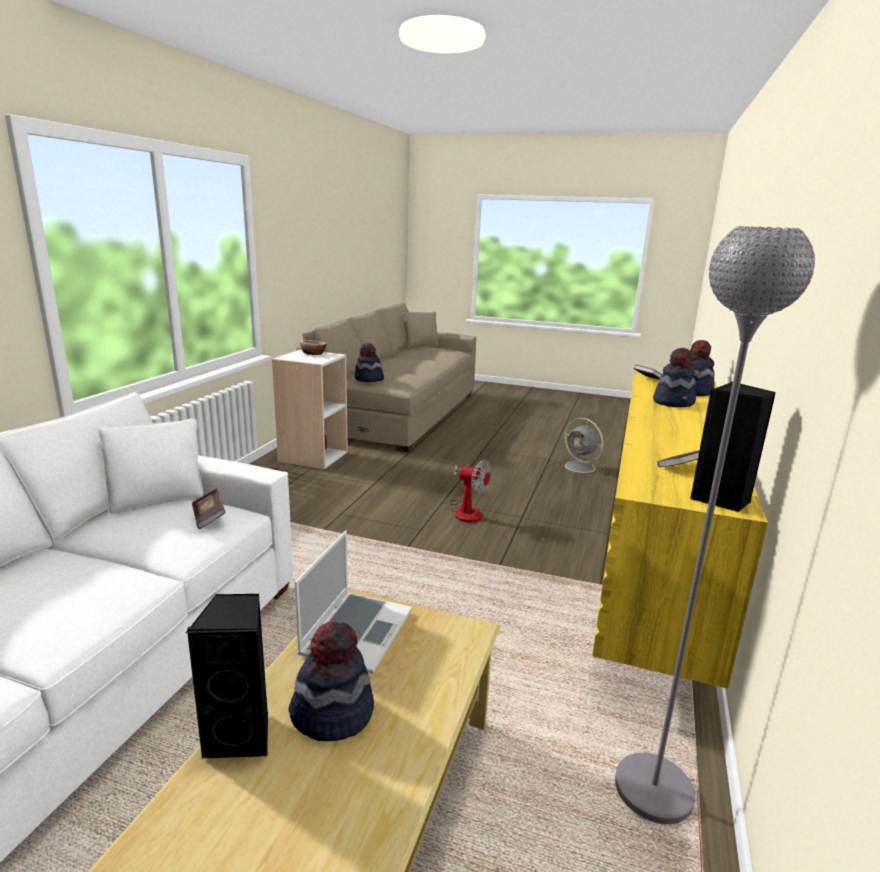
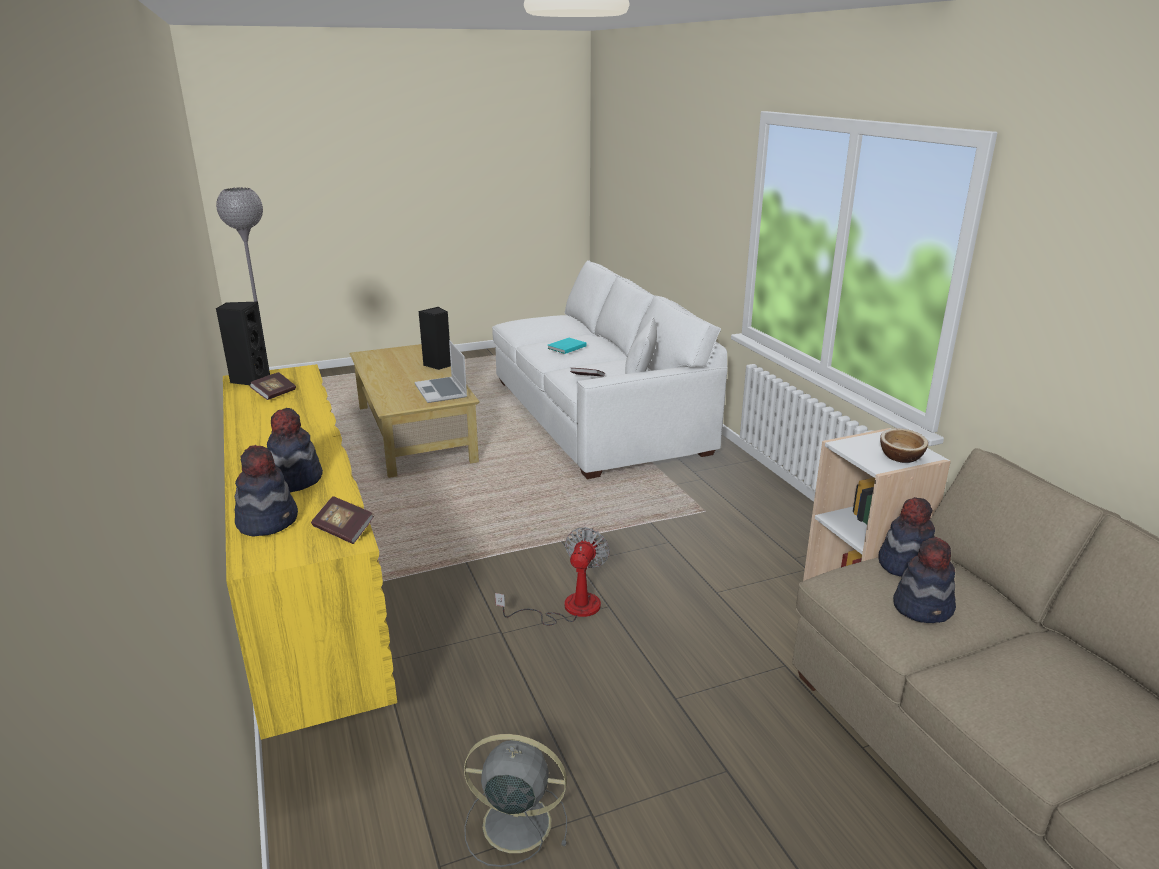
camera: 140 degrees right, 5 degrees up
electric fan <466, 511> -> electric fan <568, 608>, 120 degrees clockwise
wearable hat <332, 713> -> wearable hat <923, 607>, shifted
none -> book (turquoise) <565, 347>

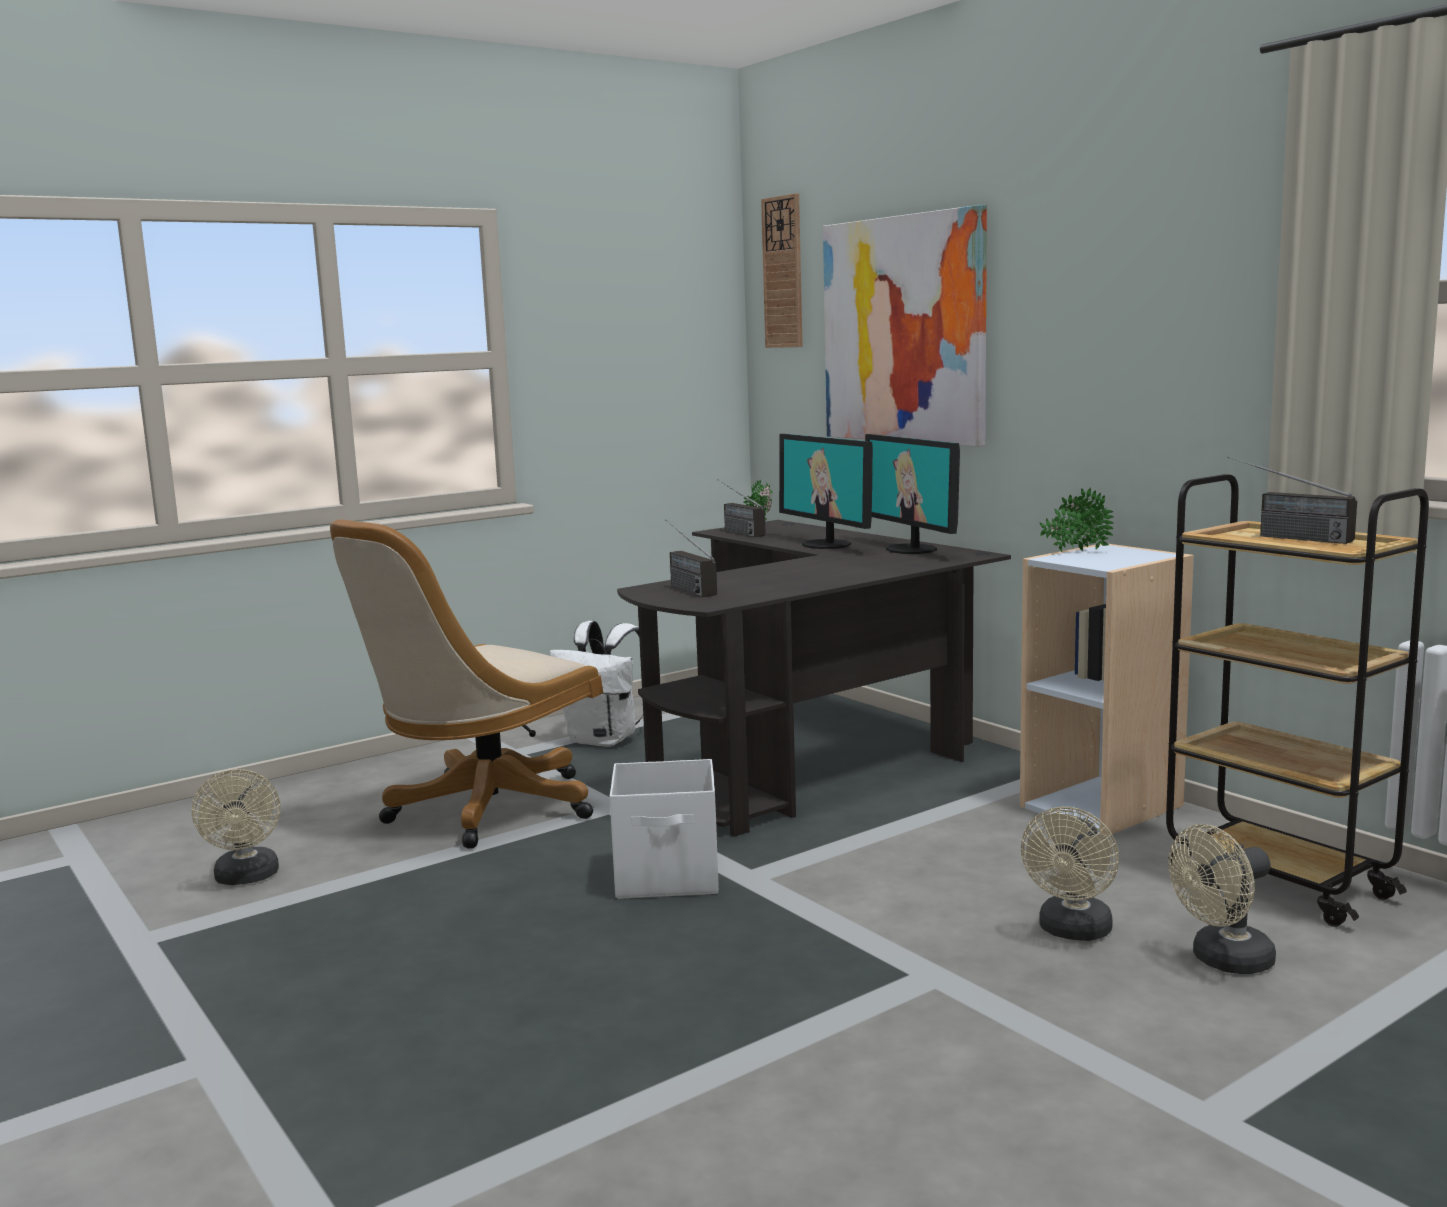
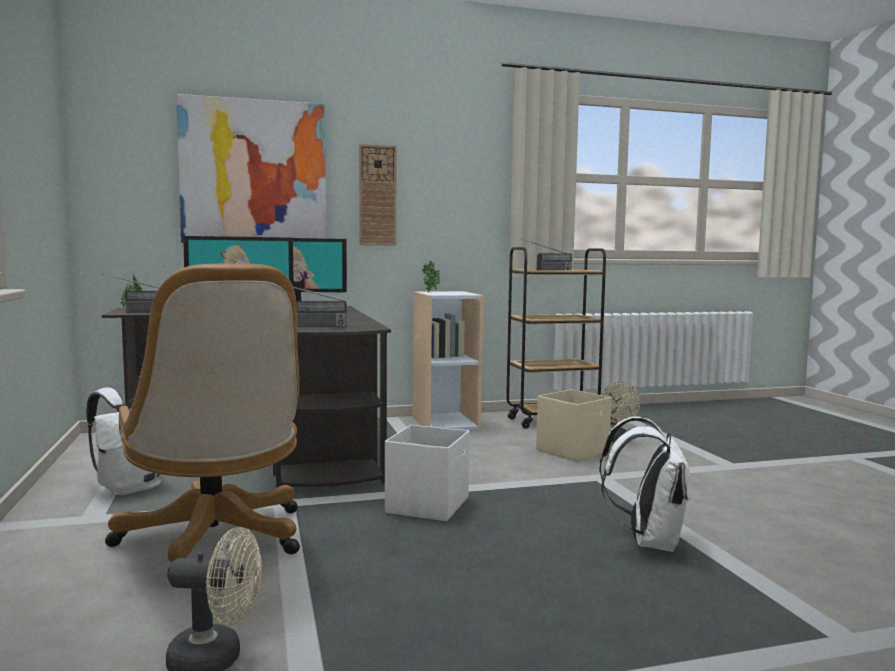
camera: 70 degrees left, 5 degrees down
wall clock <783, 272> -> wall clock <377, 195>, shifted
electric fan (beige) <1073, 932> -> storage box (beige) <573, 451>
none -> knapsack (white) <648, 541>

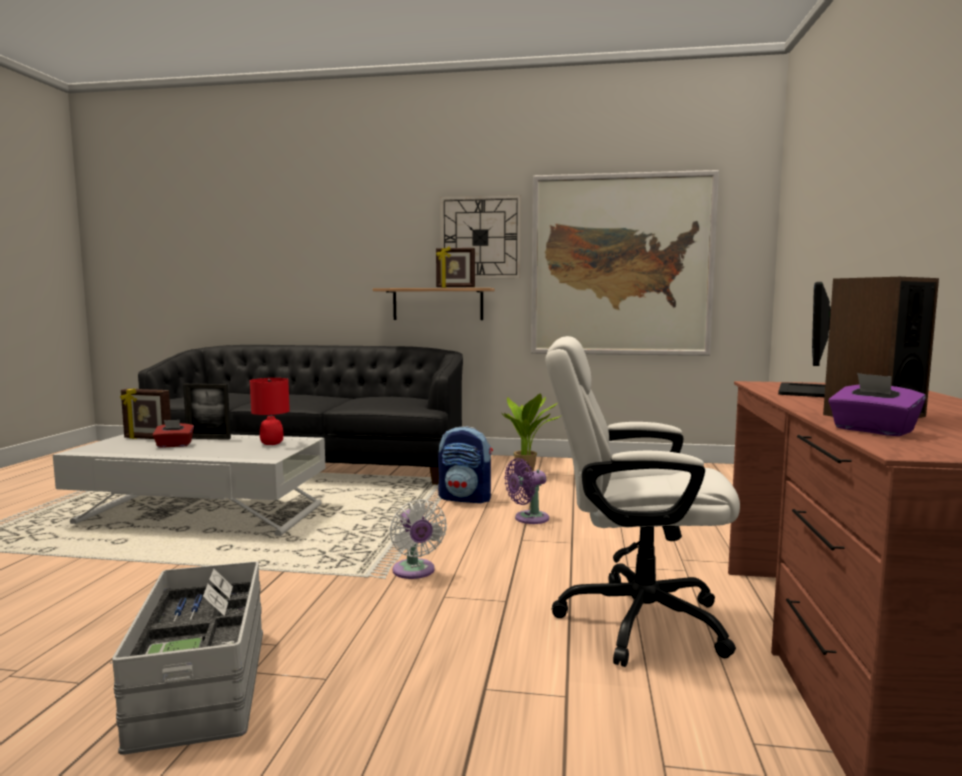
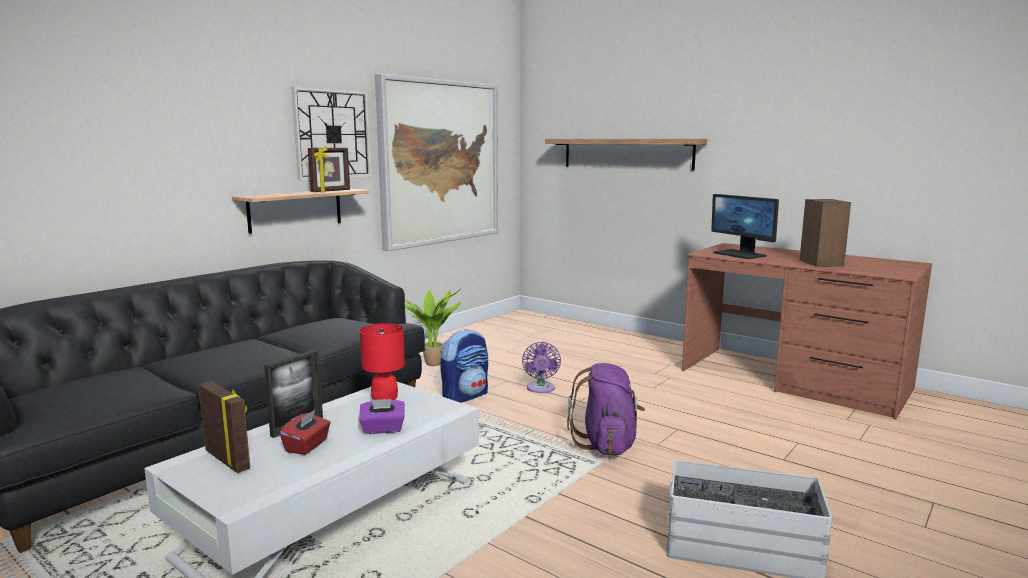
camera: 60 degrees left, 5 degrees up
desk chair (white) <632, 622> -> none
box of tissues (purplish) <872, 430> -> box of tissues (purplish) <383, 429>, shifted
standing frame <147, 438> -> standing frame <228, 459>, 90 degrees counterclockwise
electric fan (white) <415, 572> -> knapsack (purplish) <606, 445>
none -> shelf <626, 153>

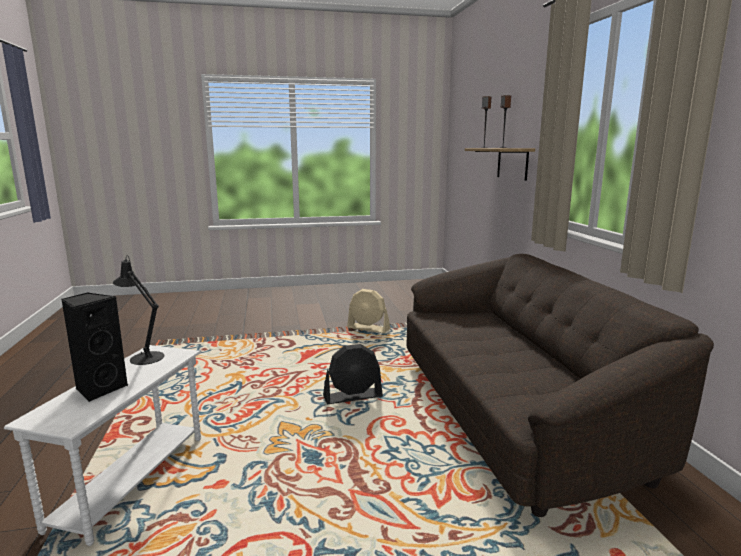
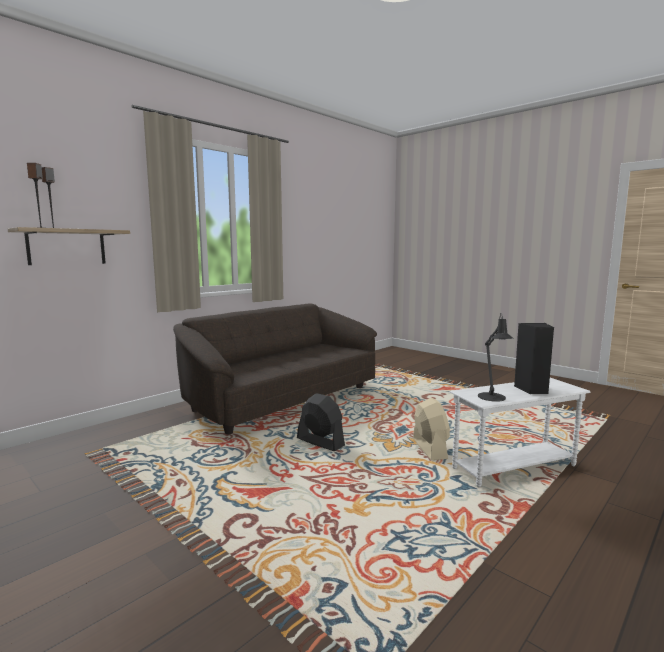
camera: 125 degrees left, 5 degrees down
electric fan (beige) <368, 328> -> electric fan (beige) <429, 448>, shifted

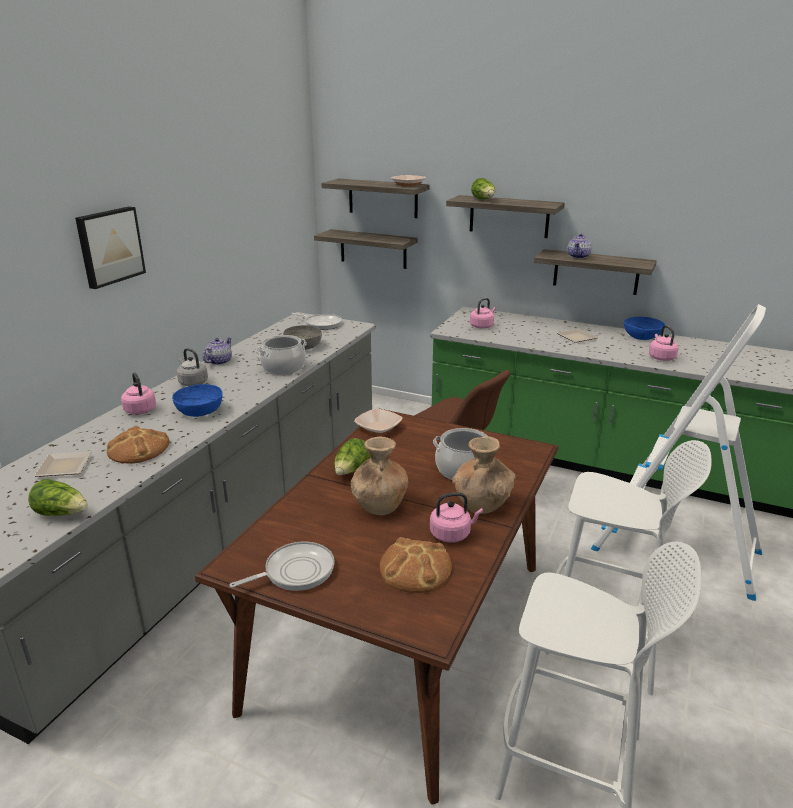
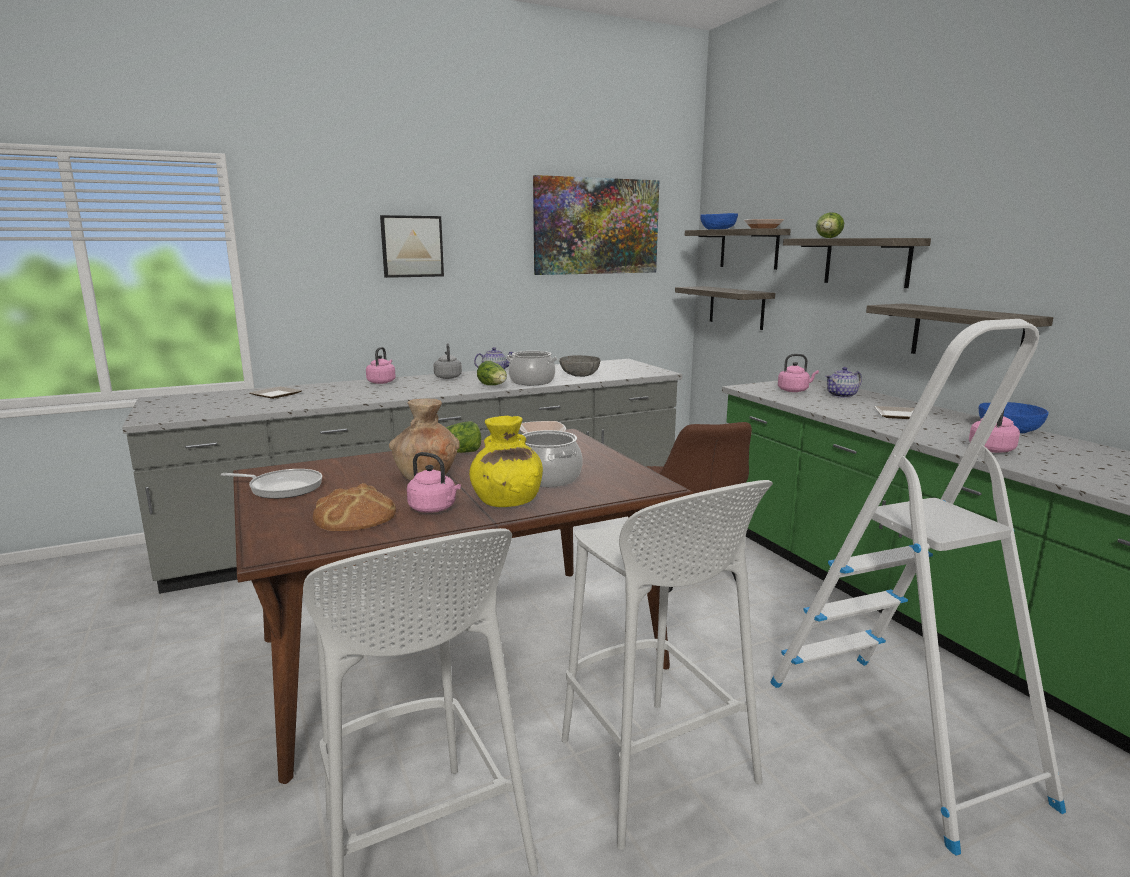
camera: 40 degrees right, 10 degrees down
tea pot <578, 256> -> tea pot <842, 395>, shifted
skillet <321, 324> -> none
deep dish (blue) <199, 411> -> deep dish (blue) <718, 229>, shifted
baked bread <138, 449> -> none
vase (brownish) <481, 504> -> vase (yellow-coloured) <506, 501>
lettuce <62, 513> -> lettuce <493, 386>, shifted
none -> picture <596, 226>

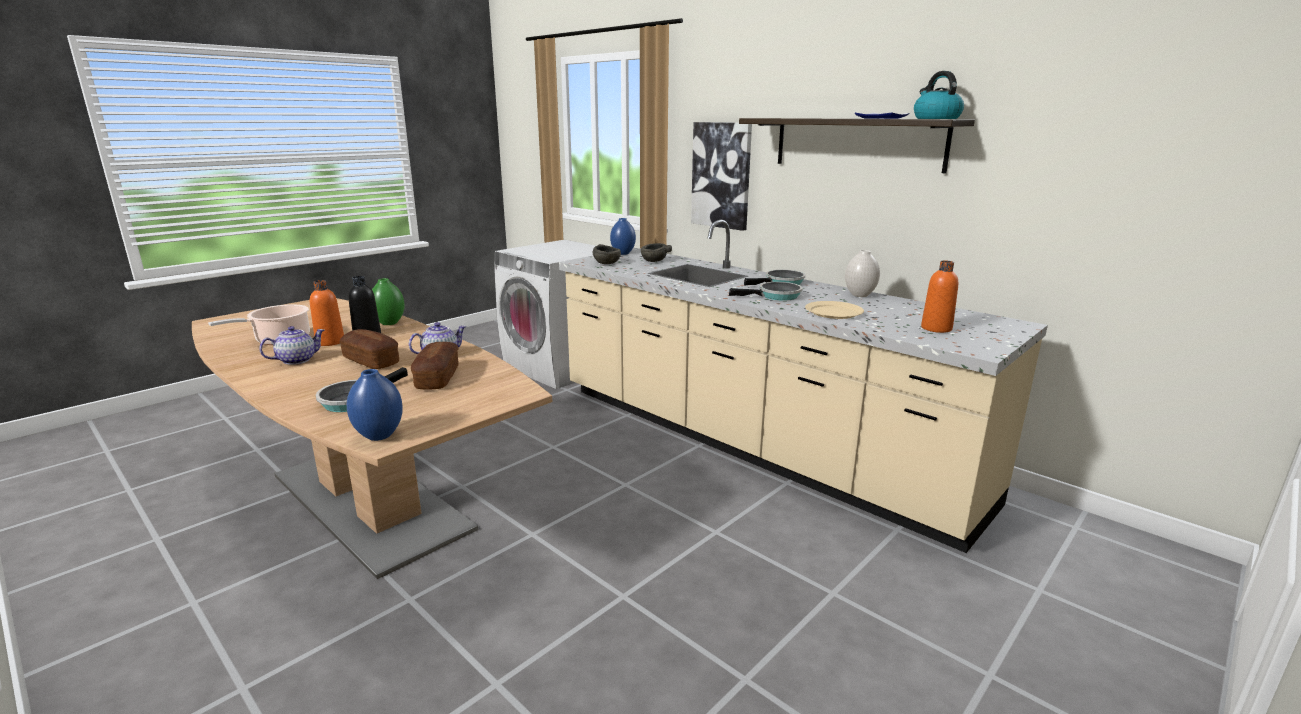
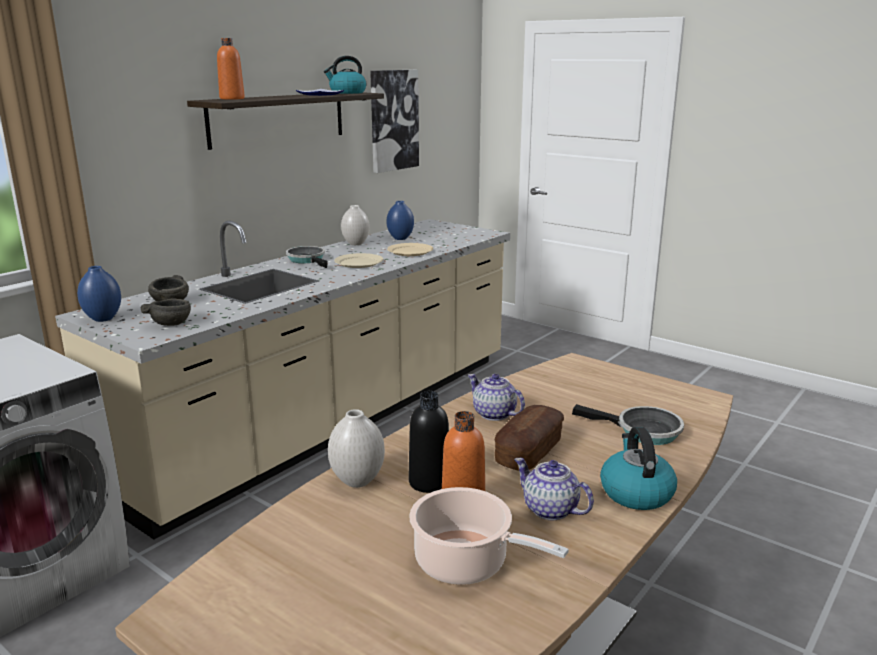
camera: 95 degrees left, 0 degrees up
picture <721, 175> -> picture <393, 120>, shifted
bottle (orange) <936, 328> -> bottle (orange) <232, 98>, shifted
vase (green-coloured) <389, 323> -> vase (white) <356, 481>
skillet <776, 296> -> dinner plate (beige) <359, 262>
baked bread <437, 378> -> none
vase (blue) <380, 436> -> vase (blue) <400, 238>, shifted
none -> tea kettle <635, 492>

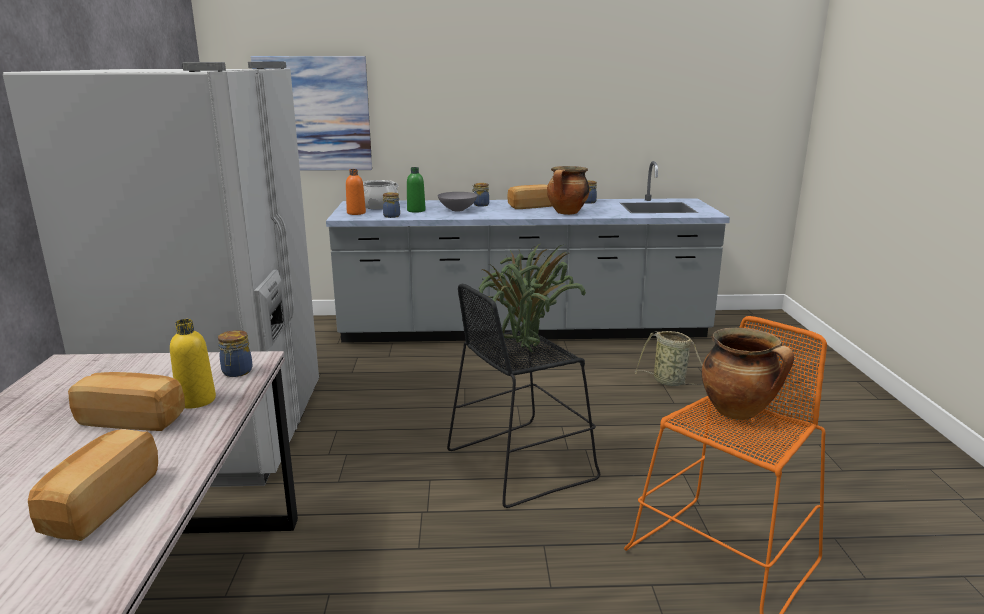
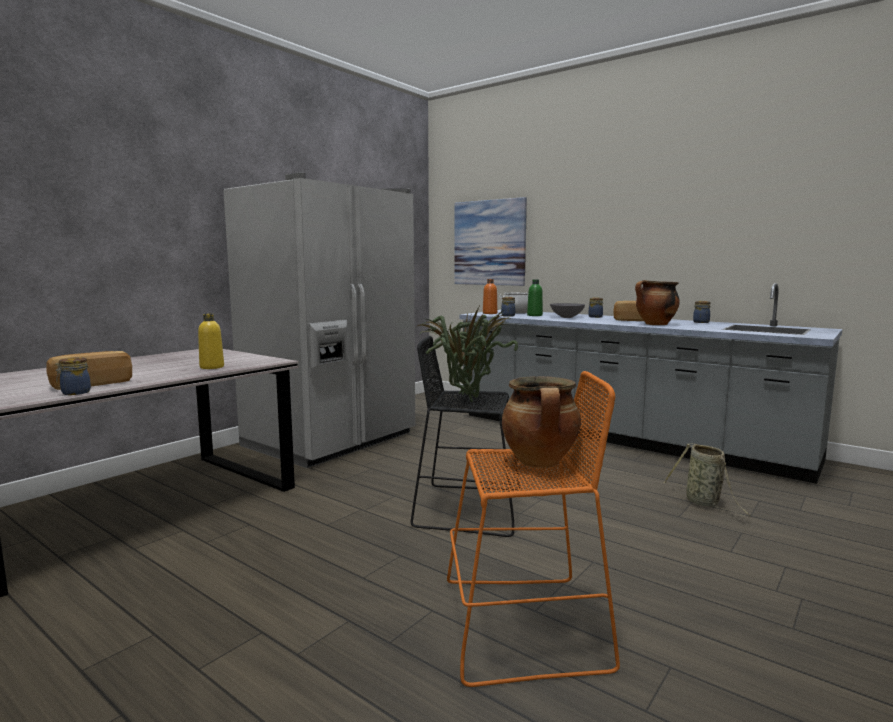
camera: 40 degrees right, 10 degrees down
jar <236, 372> -> jar <74, 393>, shifted
baked bread <133, 419> -> none

